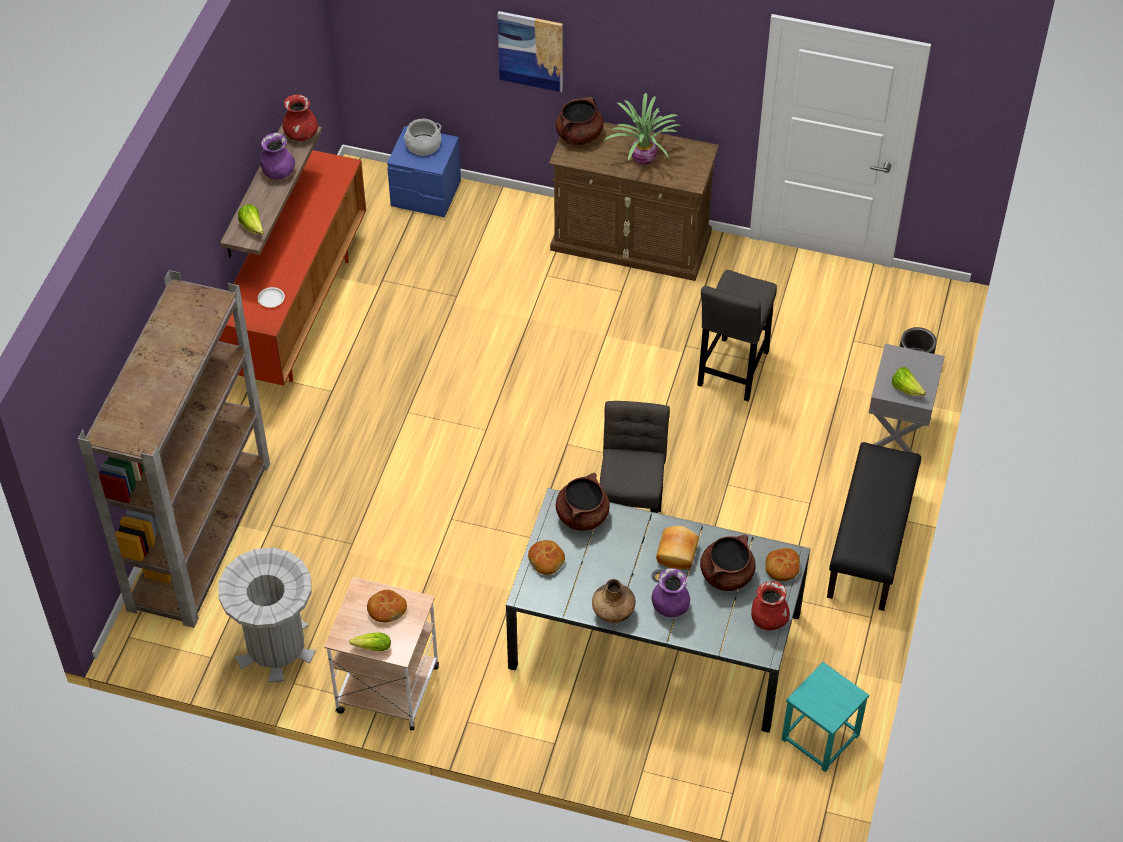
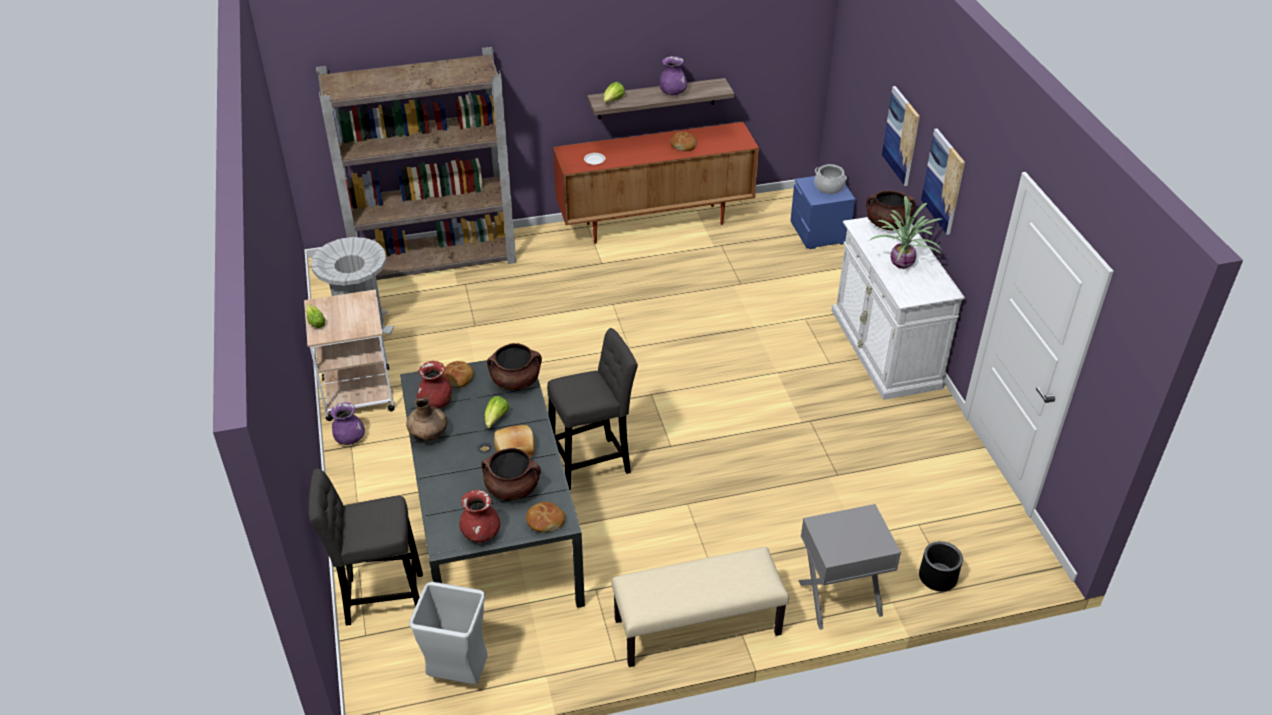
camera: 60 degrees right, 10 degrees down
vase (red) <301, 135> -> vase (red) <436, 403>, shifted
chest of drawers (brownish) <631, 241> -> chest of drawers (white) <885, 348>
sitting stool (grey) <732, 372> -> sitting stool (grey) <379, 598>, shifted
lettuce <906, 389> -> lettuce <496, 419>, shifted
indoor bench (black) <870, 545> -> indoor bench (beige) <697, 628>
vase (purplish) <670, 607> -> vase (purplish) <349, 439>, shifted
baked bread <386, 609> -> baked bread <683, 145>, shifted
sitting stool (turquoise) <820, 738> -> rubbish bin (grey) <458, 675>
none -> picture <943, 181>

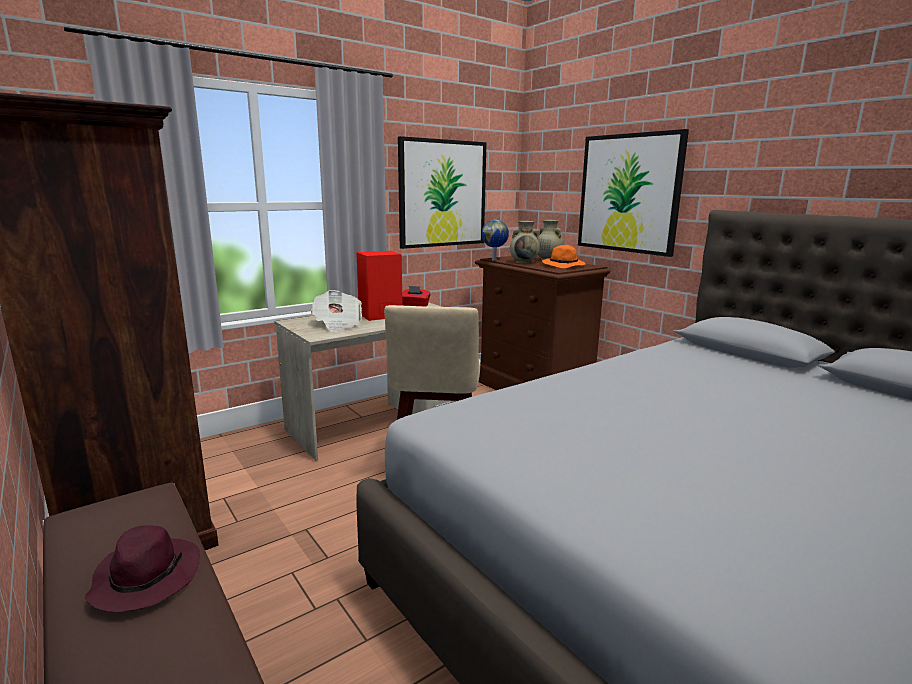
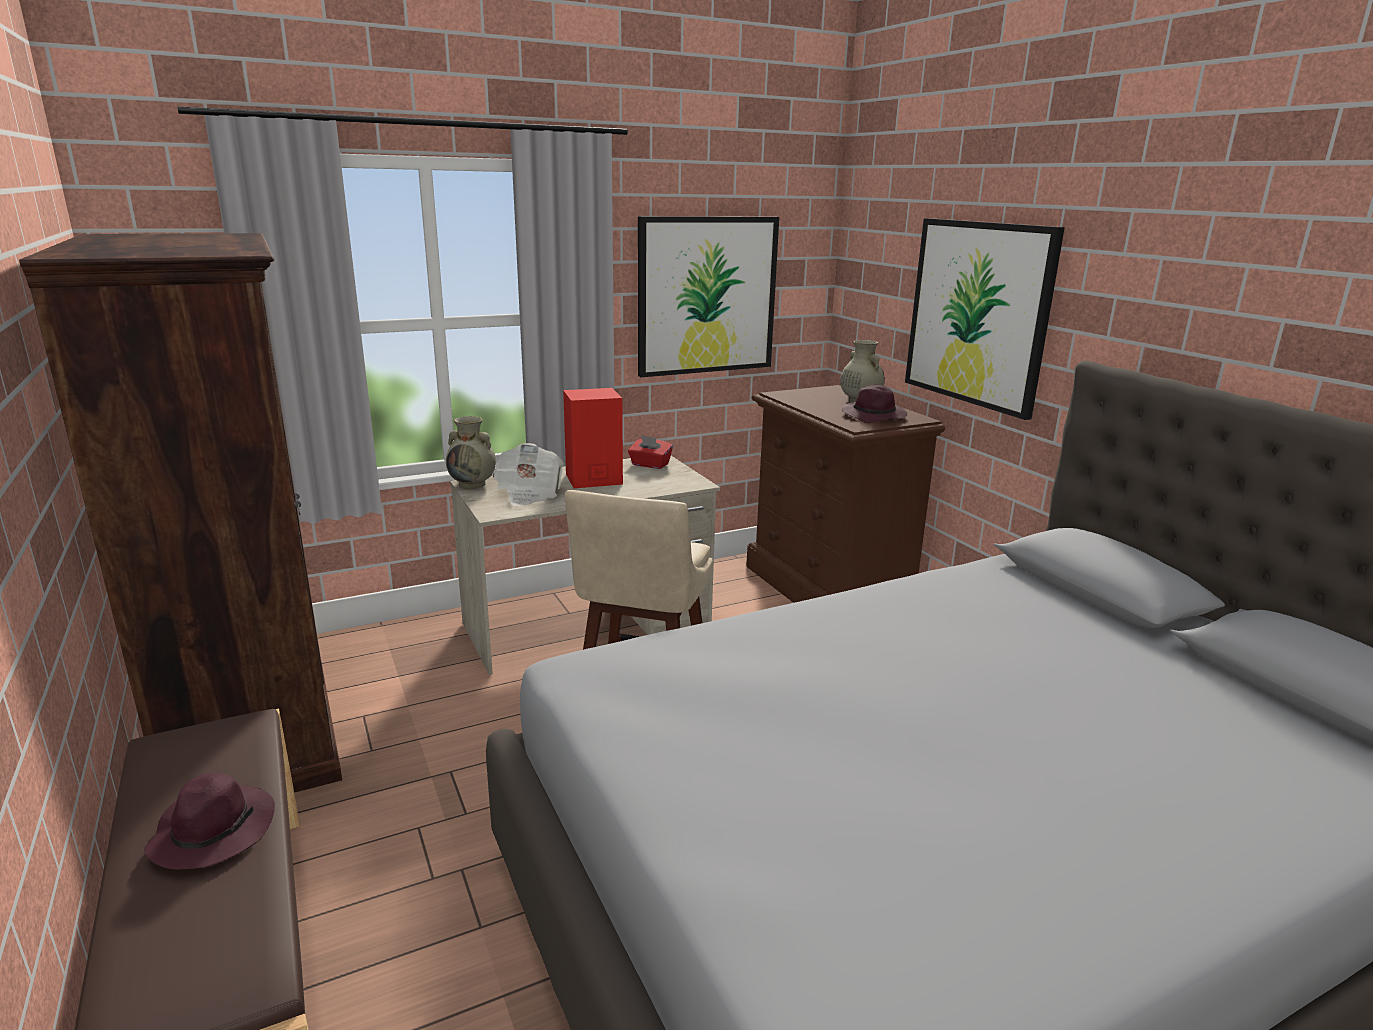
camera: 10 degrees right, 5 degrees up
world globe <494, 260> -> none
vase (beige) <524, 262> -> vase (beige) <473, 484>, shifted
wearable hat (orange) <564, 266> -> wearable hat (purplish) <874, 416>

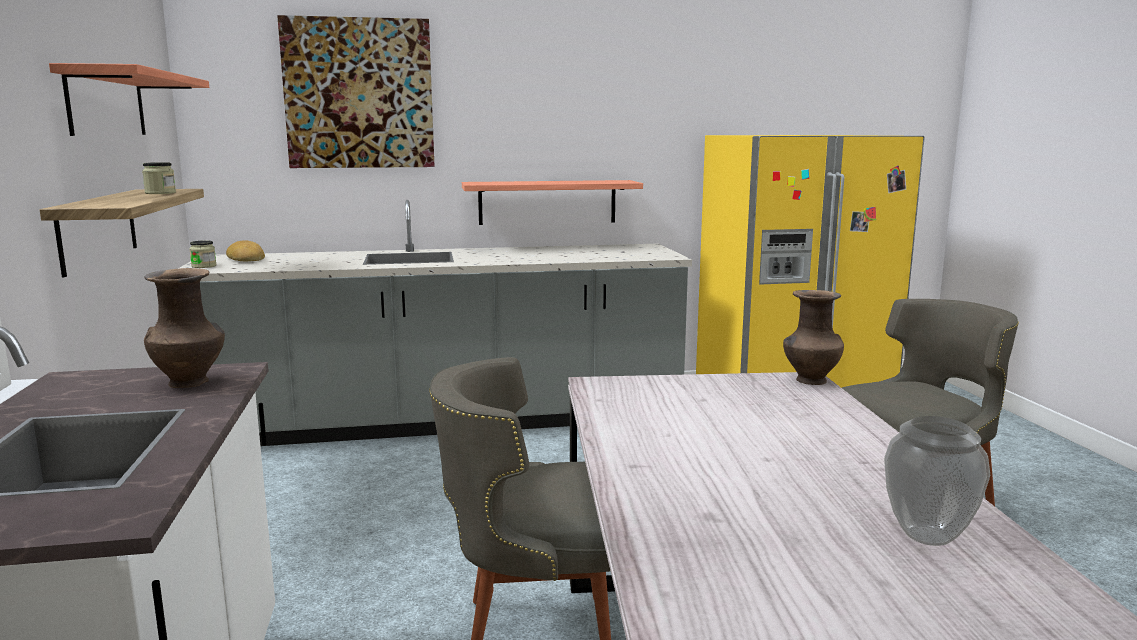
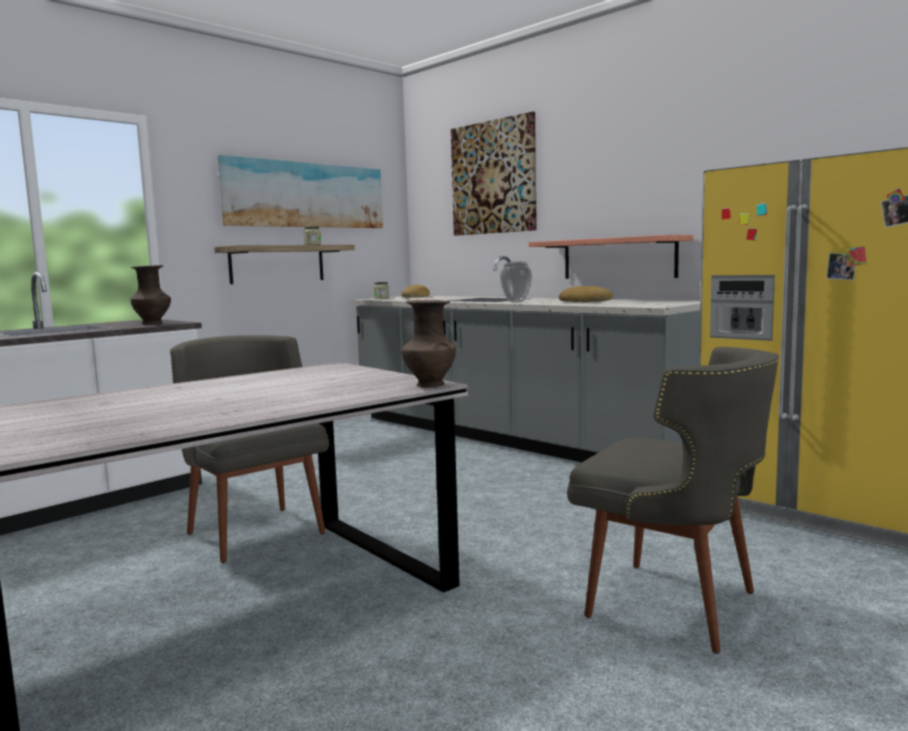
camera: 55 degrees right, 5 degrees down
shelf <107, 104> -> picture <305, 195>
vase <928, 536> -> vase <517, 302>, shifted
none -> baked bread <585, 301>

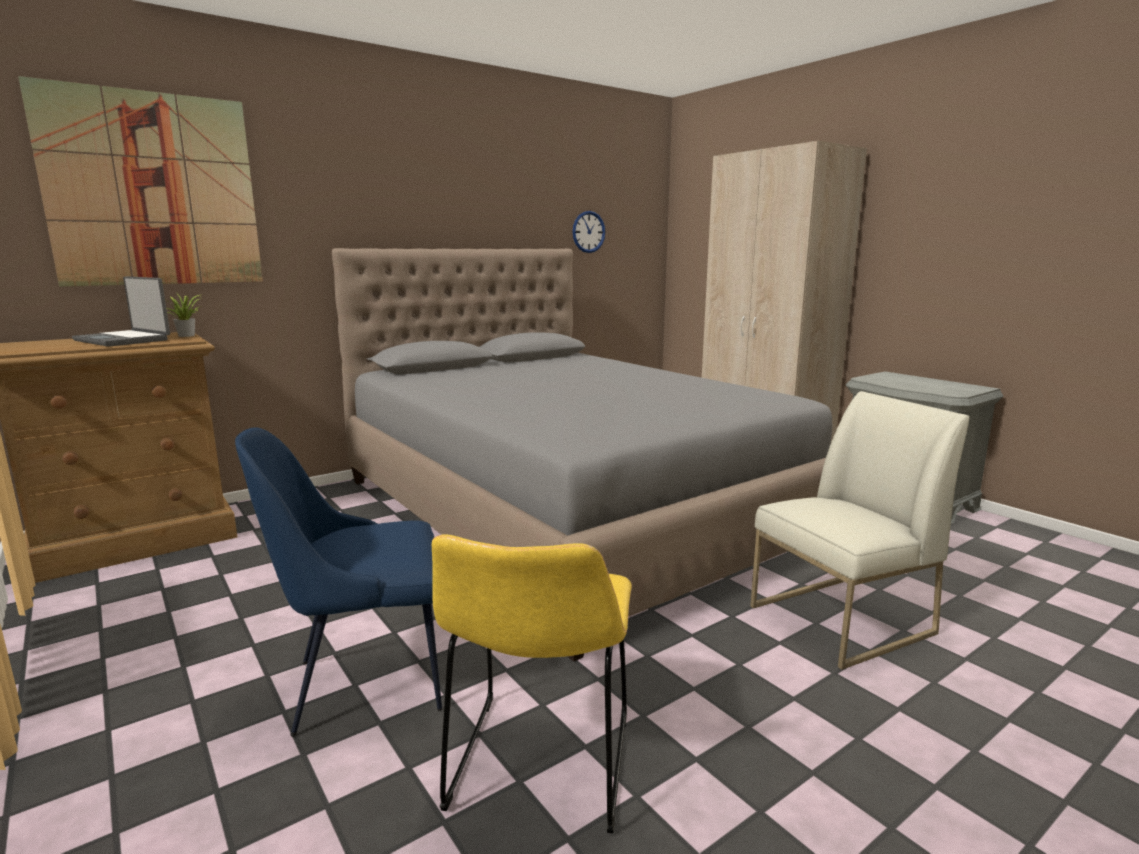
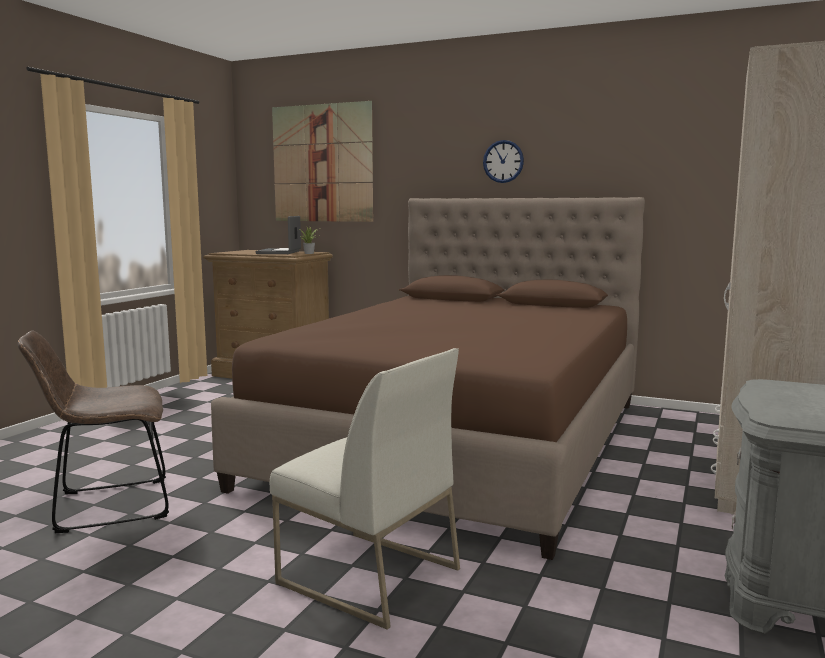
camera: 60 degrees right, 5 degrees down
wall clock <588, 232> -> wall clock <503, 161>, shifted
bed (grey) <567, 510> -> bed (brownish) <461, 441>
upright chair (blue) <367, 686> -> none
upright chair (yellow-coloured) <539, 768> -> upright chair (brownish) <105, 506>

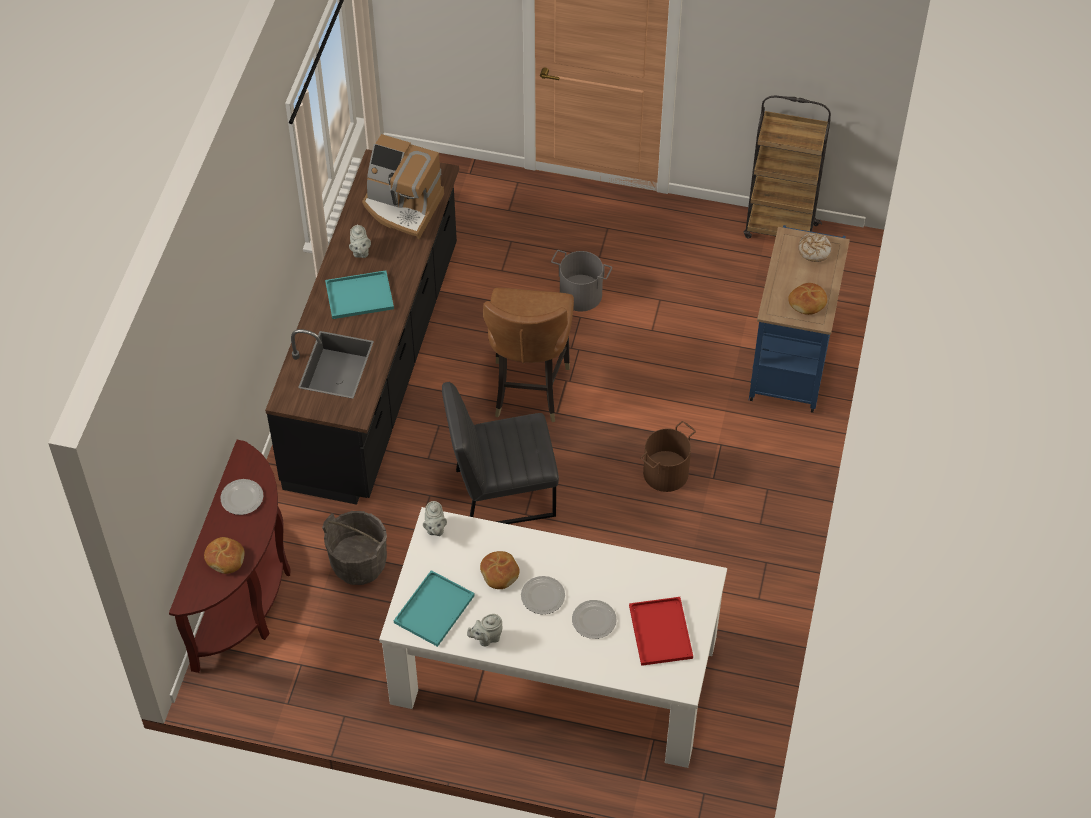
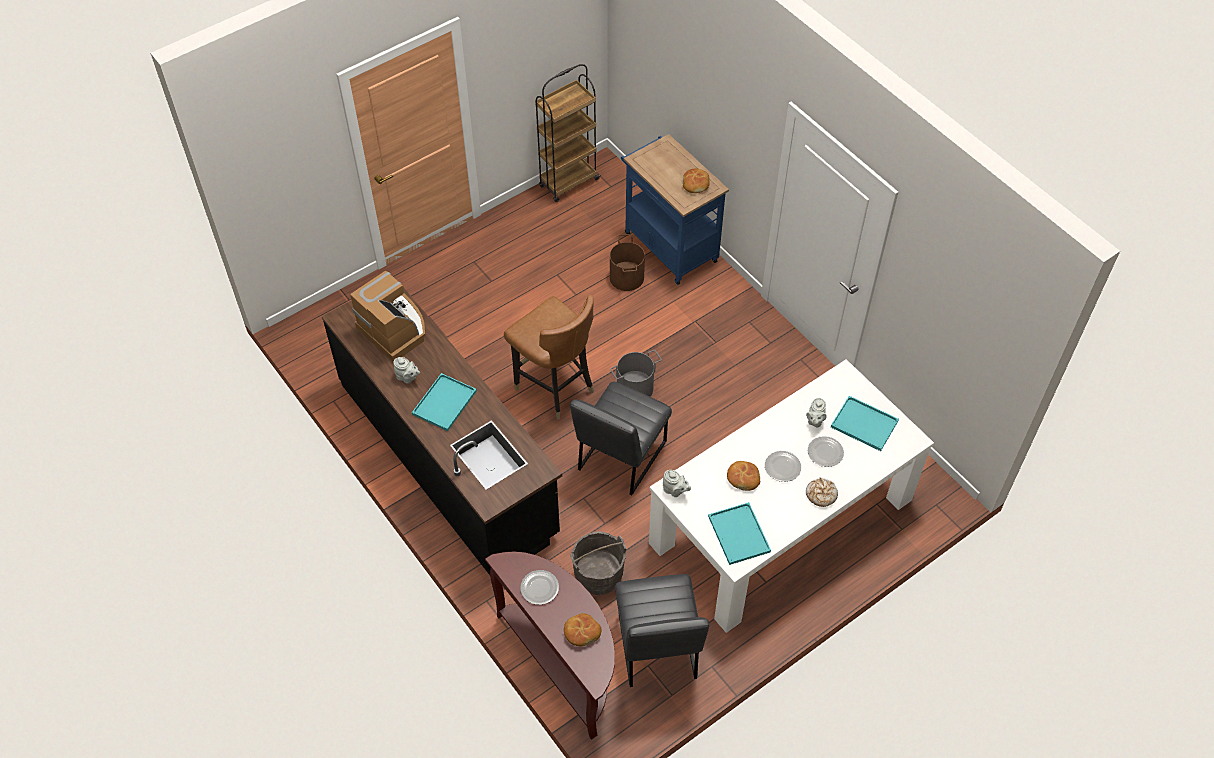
camera: 50 degrees left, 0 degrees up
coffee machine <402, 206> -> coffee machine <394, 329>, 105 degrees counterclockwise
baked bread <814, 250> -> baked bread <821, 494>, shifted
bucket (grey) <580, 295> -> bucket (grey) <635, 388>, shifted
bucket (brownish) <665, 472> -> bucket (brownish) <626, 277>, shifted
carrying tray (red) <659, 630> -> carrying tray (turquoise) <863, 424>
tea pot (grey) <486, 638> -> tea pot (grey) <815, 421>, shifted
none -> upright chair (grey) <656, 648>

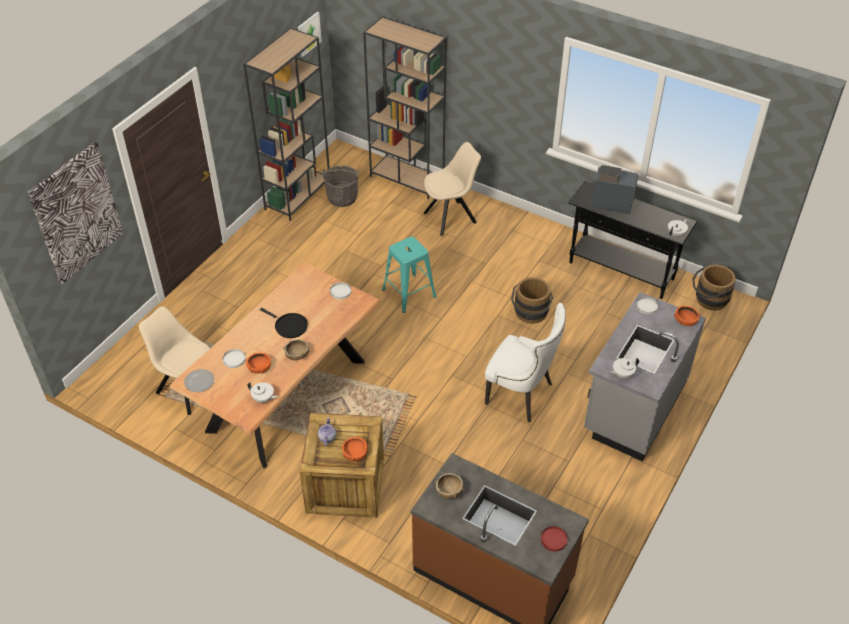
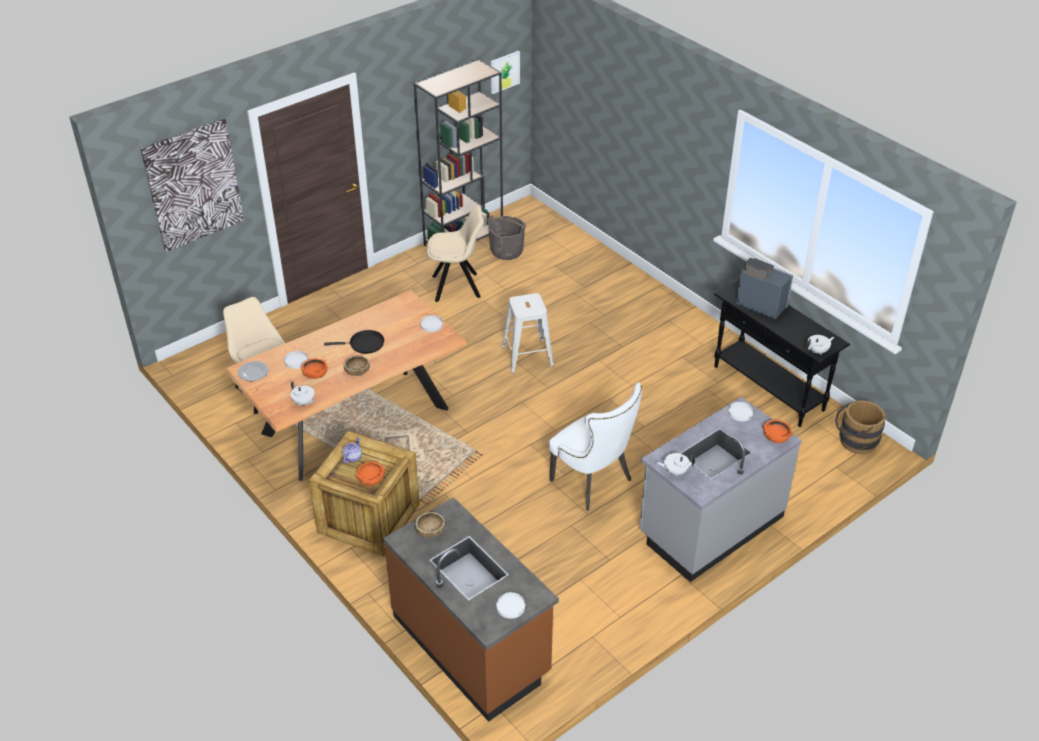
camera: 20 degrees right, 5 degrees down
bookshelf <407, 179> -> none
upright chair (beige) <450, 218> -> upright chair (beige) <456, 287>, shifted
sitting stool (turquoise) <409, 293> -> sitting stool (white) <527, 356>
bucket (brownish) <530, 314> -> none
skillet (black) <289, 326> -> skillet (black) <364, 344>, 60 degrees counterclockwise
dinner plate (red) <553, 539> -> dinner plate (white) <510, 606>

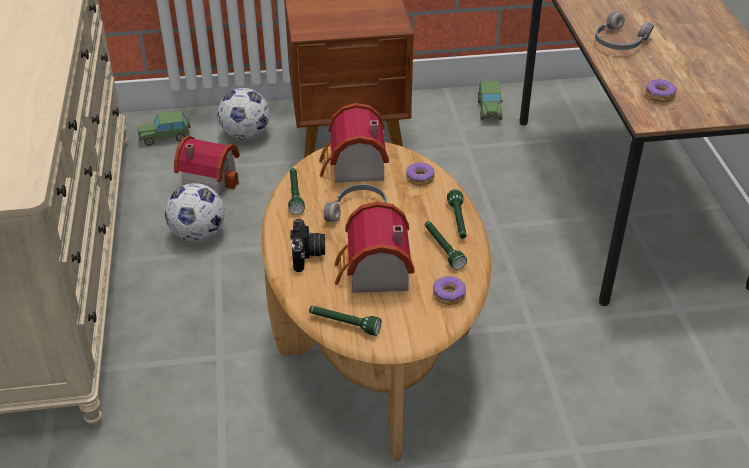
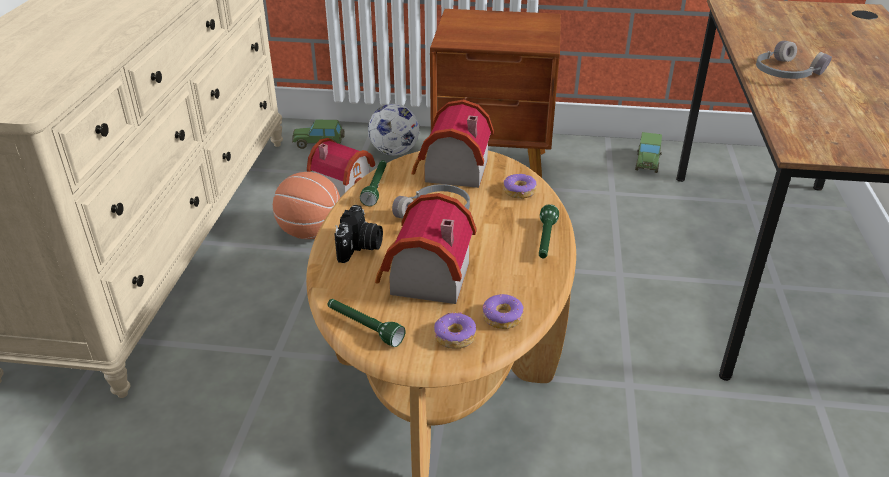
camera: 15 degrees right, 5 degrees down
ring doughnut <659, 95> -> ring doughnut <454, 337>, shifted
football ball <198, 234> -> ball for basketball <310, 232>
flashlight (green-coloured) <442, 249> -> none

